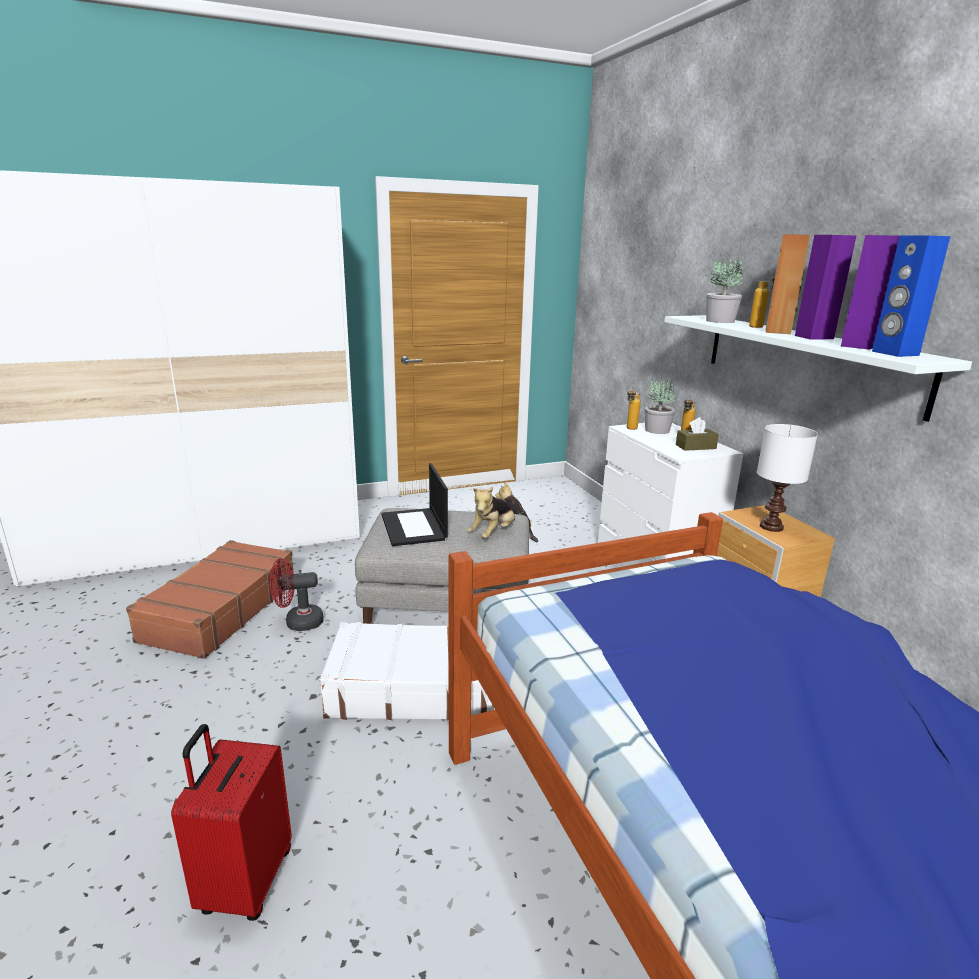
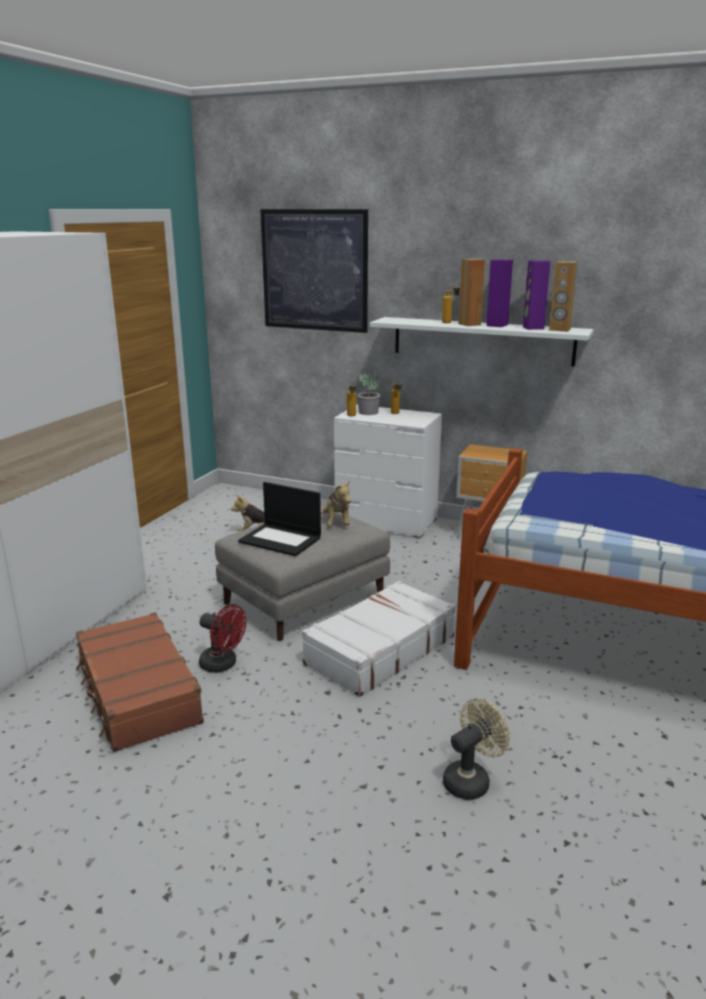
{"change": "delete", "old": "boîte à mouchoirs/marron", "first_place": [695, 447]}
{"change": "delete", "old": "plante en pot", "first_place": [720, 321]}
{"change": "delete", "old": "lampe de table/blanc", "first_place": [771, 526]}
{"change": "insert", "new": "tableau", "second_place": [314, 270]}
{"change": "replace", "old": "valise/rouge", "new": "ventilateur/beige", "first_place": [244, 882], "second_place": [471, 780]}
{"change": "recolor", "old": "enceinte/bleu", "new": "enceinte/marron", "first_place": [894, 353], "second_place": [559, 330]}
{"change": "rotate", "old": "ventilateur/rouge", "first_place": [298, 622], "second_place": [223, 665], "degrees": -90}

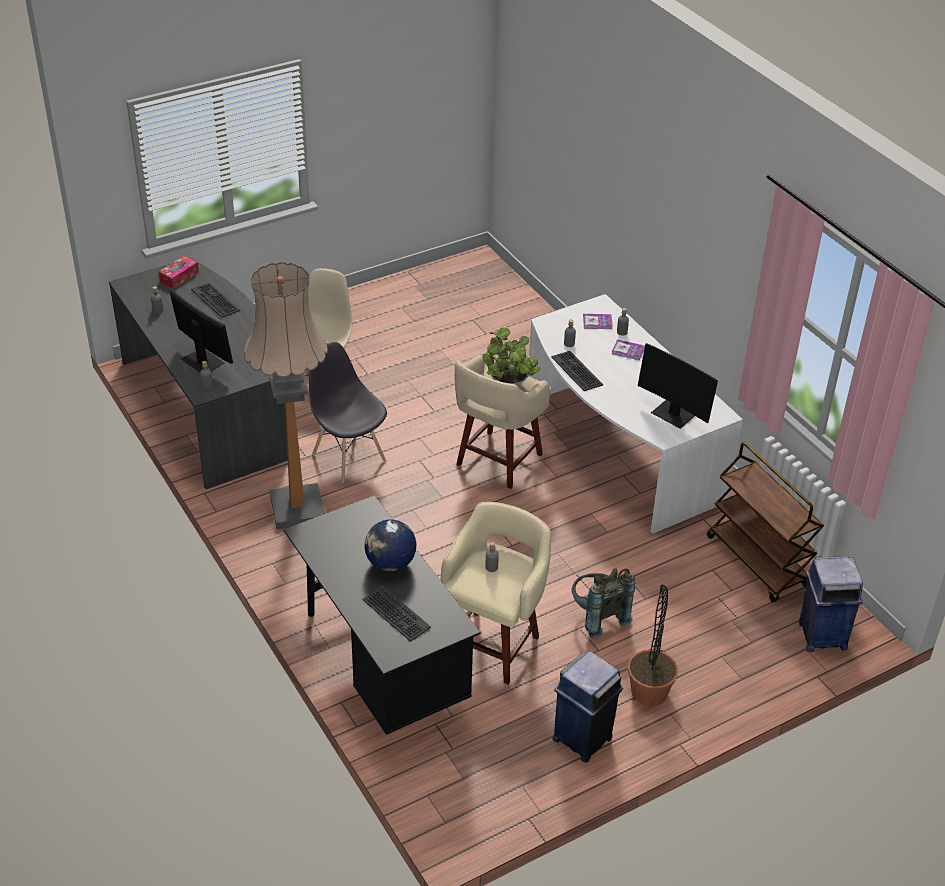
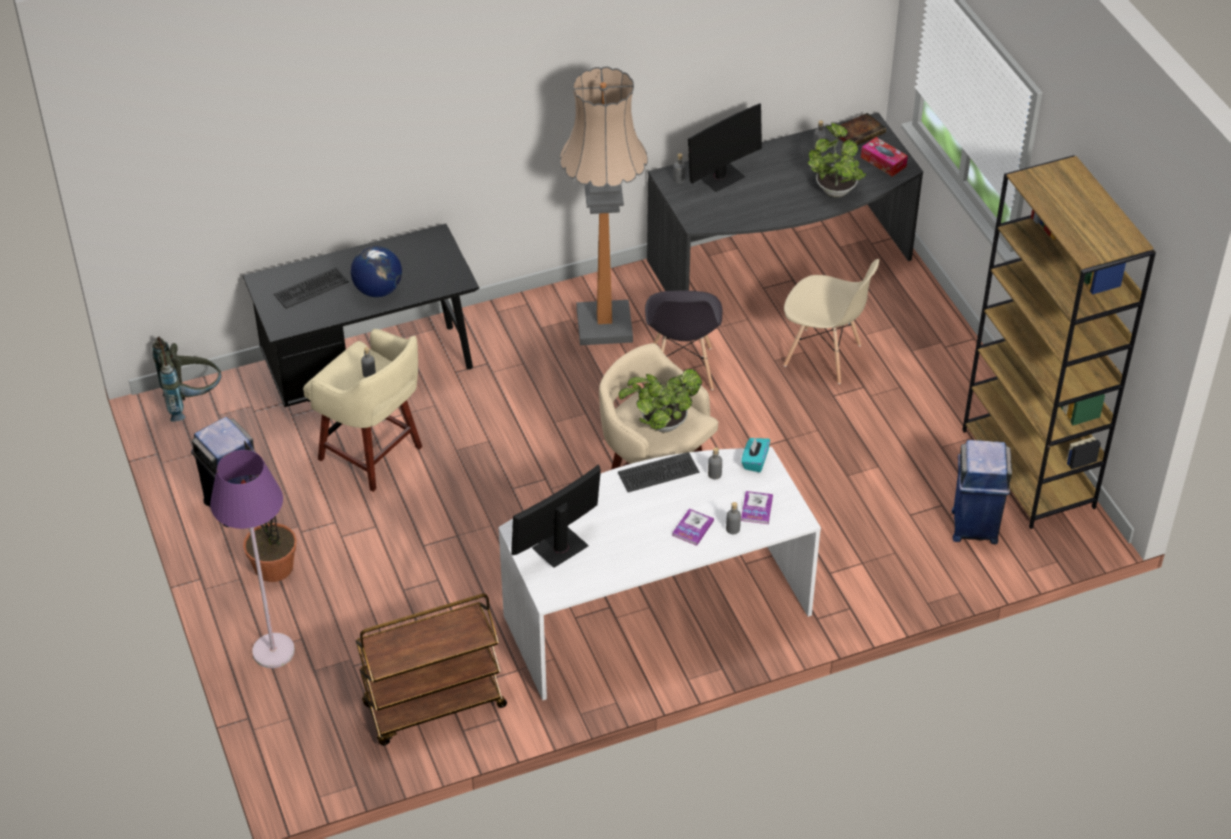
{"change": "insert", "new": "lampadaire/violet", "second_place": [273, 651]}
{"change": "insert", "new": "boîte à mouchoirs/turquoise", "second_place": [754, 461]}
{"change": "insert", "new": "livre", "second_place": [859, 132]}
{"change": "insert", "new": "bibliothèque/marron", "second_place": [1029, 469]}
{"change": "move", "old": "sac à dos/gris", "first_place": [597, 616], "second_place": [192, 401]}
{"change": "move", "old": "poubelle/bleu", "first_place": [821, 635], "second_place": [974, 525]}
{"change": "replace", "old": "clavier", "new": "plante en pot", "first_place": [216, 300], "second_place": [834, 188]}
{"change": "rotate", "old": "chaise/gris", "first_place": [348, 457], "second_place": [681, 369], "degrees": 120}

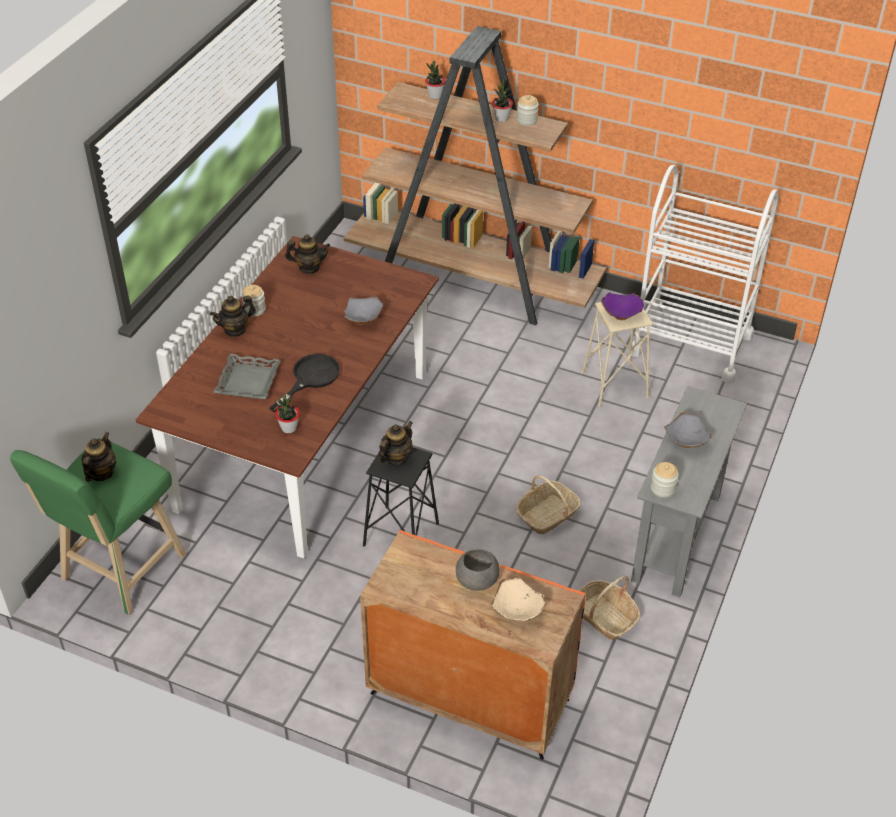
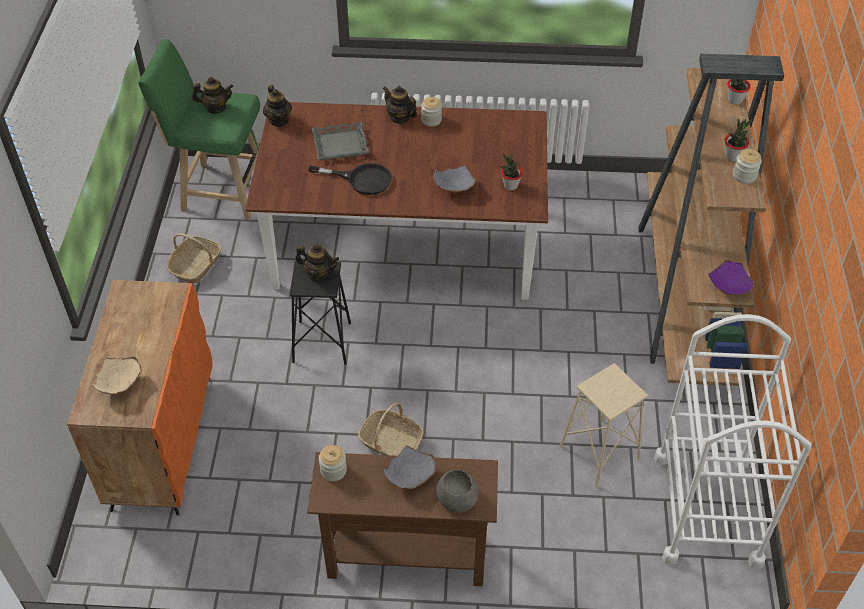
{"change": "move", "old": "plante en pot", "first_place": [289, 428], "second_place": [510, 186]}
{"change": "move", "old": "théière", "first_place": [309, 268], "second_place": [279, 120]}
{"change": "move", "old": "bol/gris", "first_place": [478, 579], "second_place": [457, 499]}
{"change": "move", "old": "panier", "first_place": [604, 616], "second_place": [196, 266]}
{"change": "move", "old": "bol/violet", "first_place": [621, 314], "second_place": [729, 288]}
{"change": "recolor", "old": "table console/gris", "new": "table console/marron", "first_place": [676, 537], "second_place": [406, 558]}

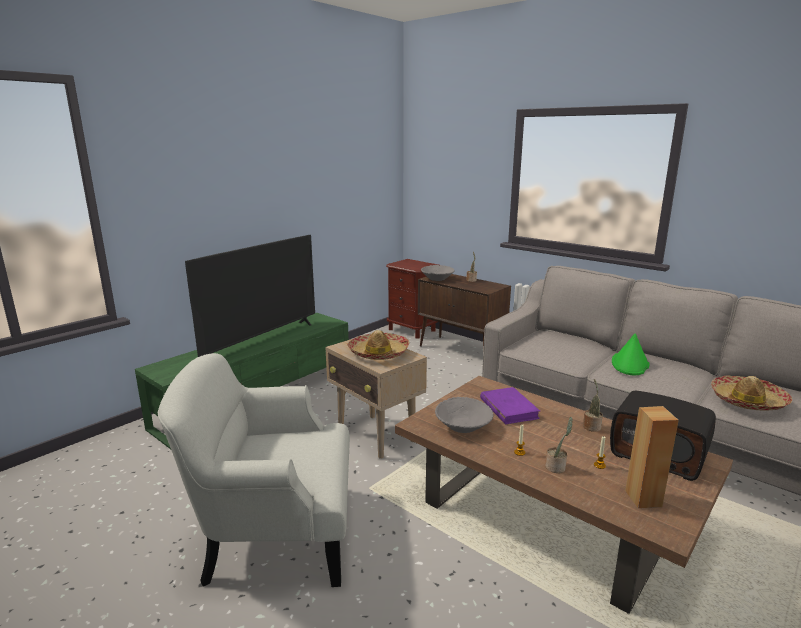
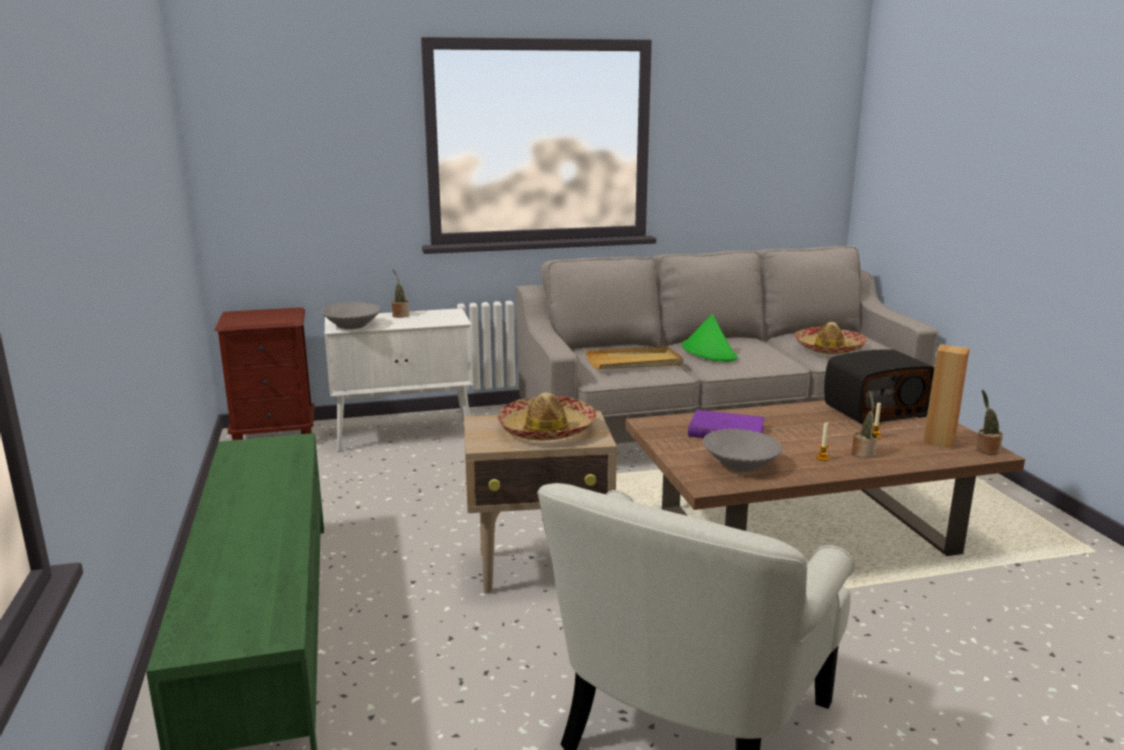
{"change": "delete", "old": "téléviseur", "first_place": [262, 340]}
{"change": "insert", "new": "plateau/beige", "second_place": [634, 362]}
{"change": "move", "old": "plante en pot", "first_place": [591, 426], "second_place": [986, 450]}
{"change": "recolor", "old": "meuble de rangement/marron", "new": "meuble de rangement/blanc", "first_place": [461, 351], "second_place": [405, 434]}

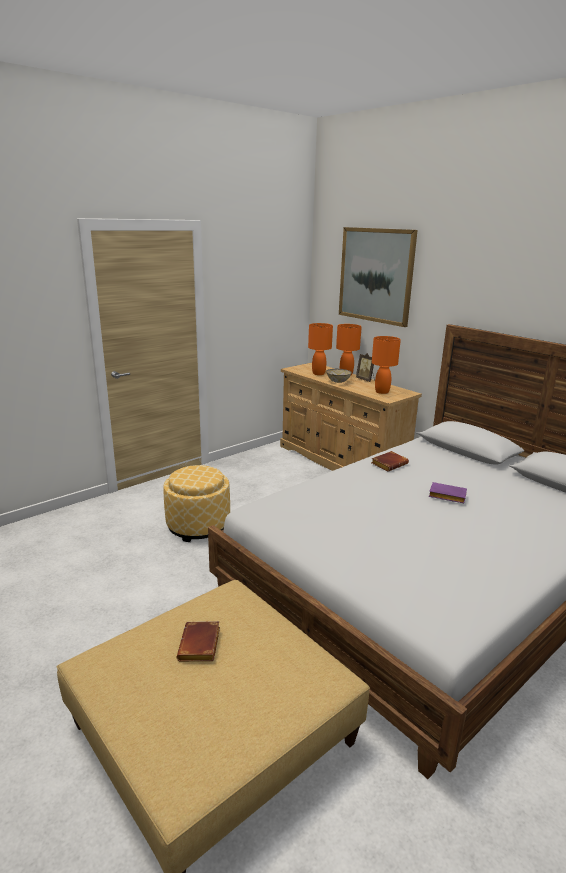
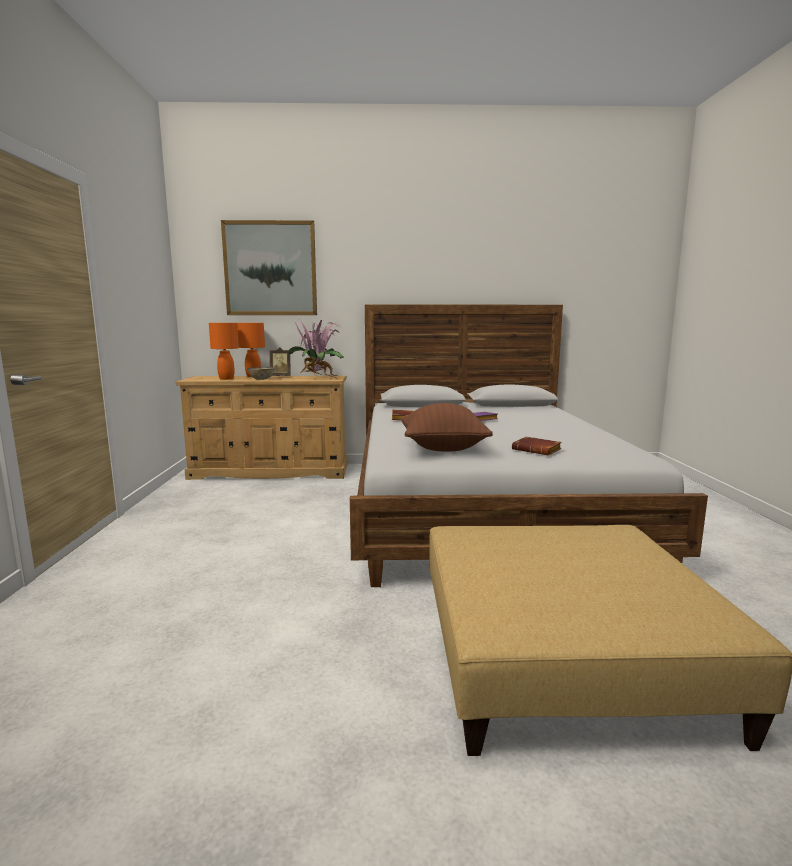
{"change": "delete", "old": "pouf", "first_place": [198, 526]}
{"change": "insert", "new": "coussin/marron", "second_place": [443, 448]}
{"change": "move", "old": "livre/marron", "first_place": [200, 646], "second_place": [538, 450]}
{"change": "replace", "old": "lampe de table/orange", "new": "plante en pot", "first_place": [382, 392], "second_place": [316, 378]}

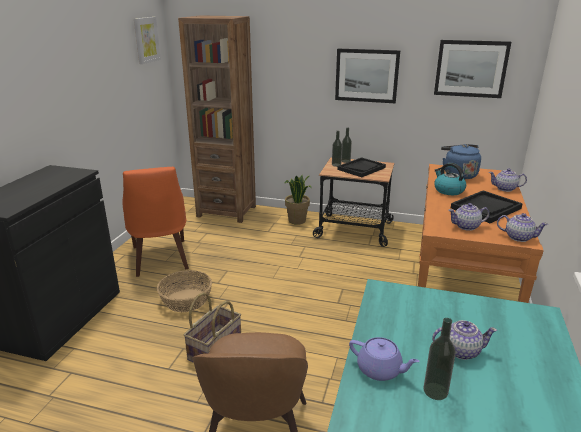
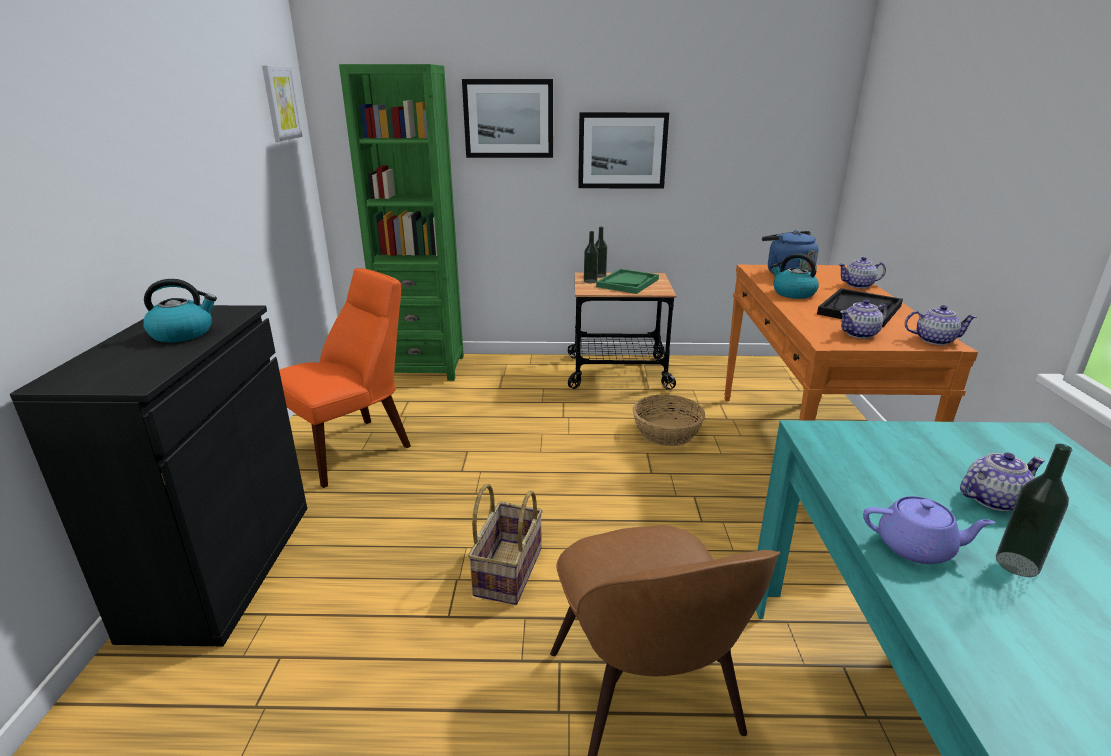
{"change": "delete", "old": "plante en pot", "first_place": [297, 221]}
{"change": "insert", "new": "bouilloire", "second_place": [183, 333]}
{"change": "move", "old": "panier", "first_place": [186, 300], "second_place": [666, 432]}
{"change": "move", "old": "tableau", "first_place": [470, 68], "second_place": [508, 119]}
{"change": "recolor", "old": "bibliothèque/marron", "new": "bibliothèque/vert", "first_place": [226, 211], "second_place": [423, 367]}
{"change": "recolor", "old": "plateau/noir", "new": "plateau/vert", "first_place": [361, 168], "second_place": [627, 283]}
{"change": "rotate", "old": "chaise/orange", "first_place": [160, 259], "second_place": [353, 449], "degrees": -105}

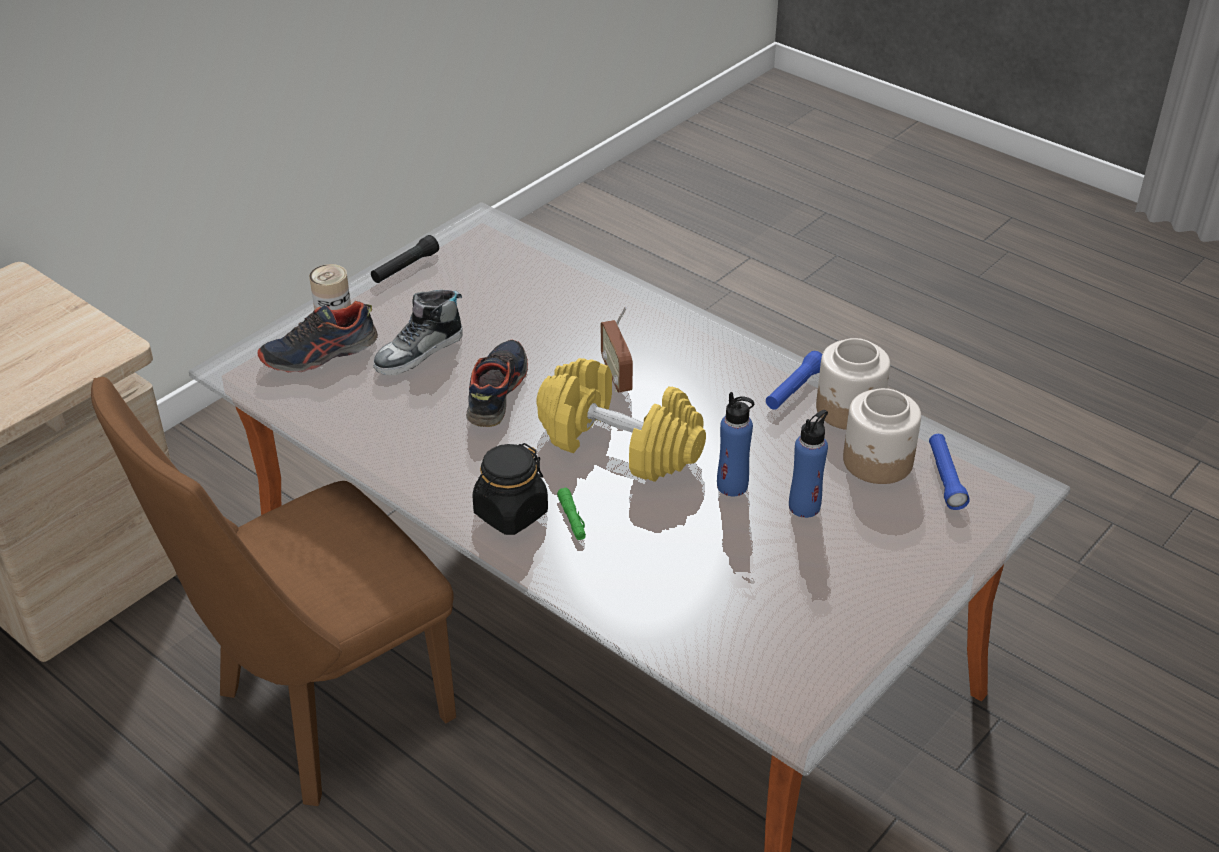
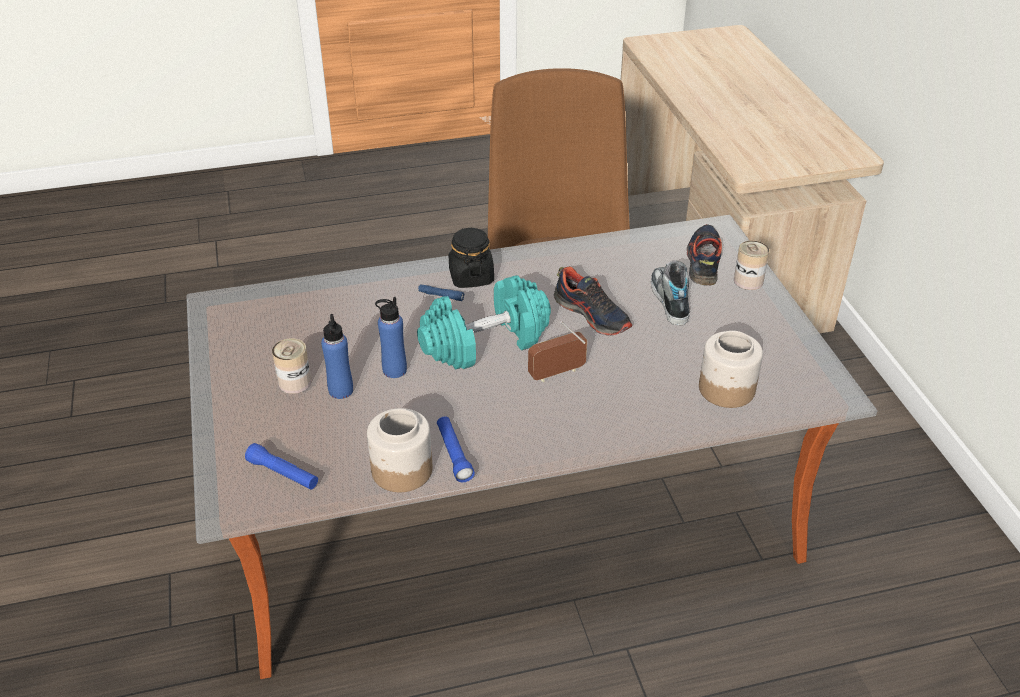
{"change": "delete", "old": "lampe de poche/noir", "first_place": [405, 268]}
{"change": "insert", "new": "boîte métallique", "second_place": [294, 382]}
{"change": "move", "old": "bocal", "first_place": [878, 462], "second_place": [725, 389]}
{"change": "recolor", "old": "haltère/jaune", "new": "haltère/turquoise", "first_place": [620, 444], "second_place": [485, 343]}
{"change": "recolor", "old": "lampe de poche/vert", "new": "lampe de poche/bleu", "first_place": [572, 519], "second_place": [441, 296]}
{"change": "rotate", "old": "radio", "first_place": [617, 377], "second_place": [557, 373], "degrees": -45}

